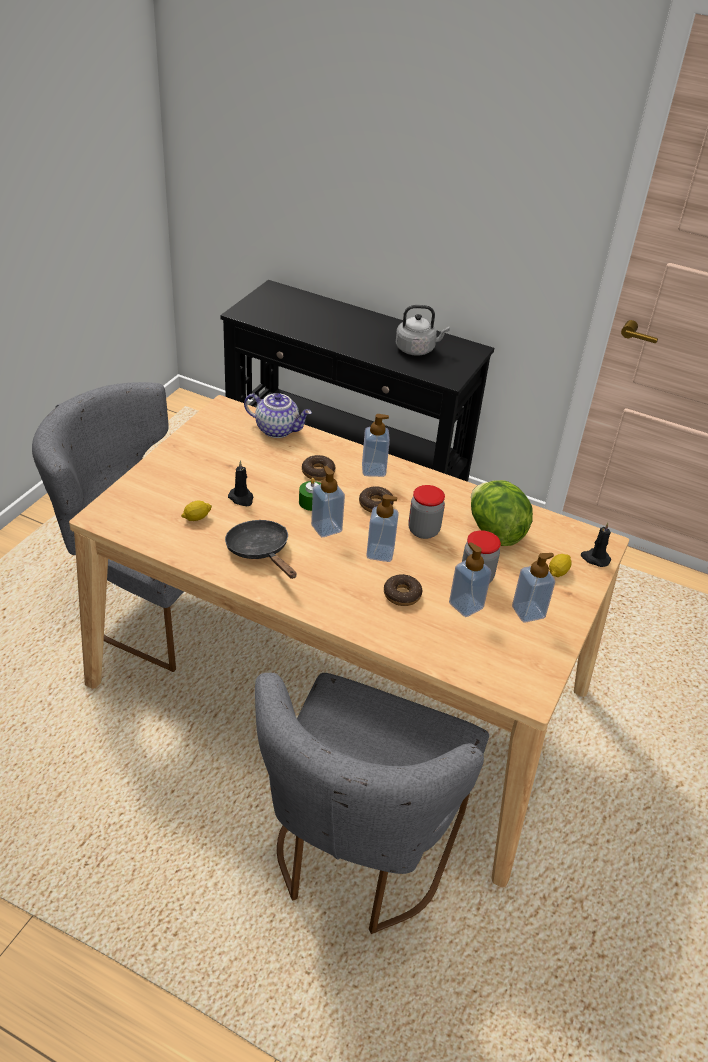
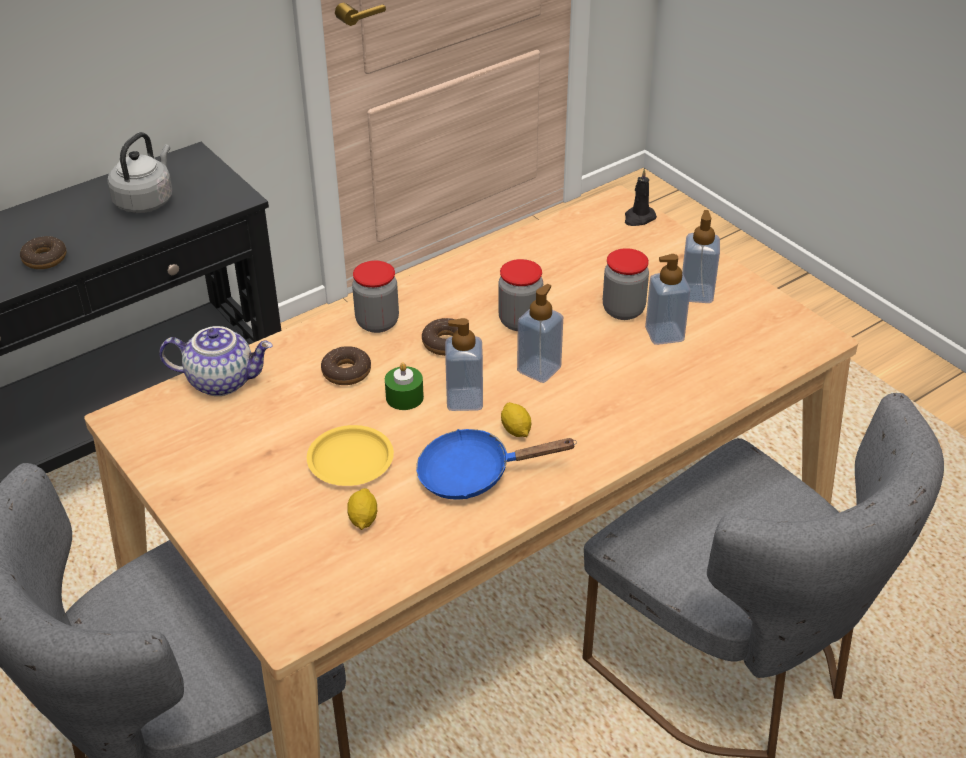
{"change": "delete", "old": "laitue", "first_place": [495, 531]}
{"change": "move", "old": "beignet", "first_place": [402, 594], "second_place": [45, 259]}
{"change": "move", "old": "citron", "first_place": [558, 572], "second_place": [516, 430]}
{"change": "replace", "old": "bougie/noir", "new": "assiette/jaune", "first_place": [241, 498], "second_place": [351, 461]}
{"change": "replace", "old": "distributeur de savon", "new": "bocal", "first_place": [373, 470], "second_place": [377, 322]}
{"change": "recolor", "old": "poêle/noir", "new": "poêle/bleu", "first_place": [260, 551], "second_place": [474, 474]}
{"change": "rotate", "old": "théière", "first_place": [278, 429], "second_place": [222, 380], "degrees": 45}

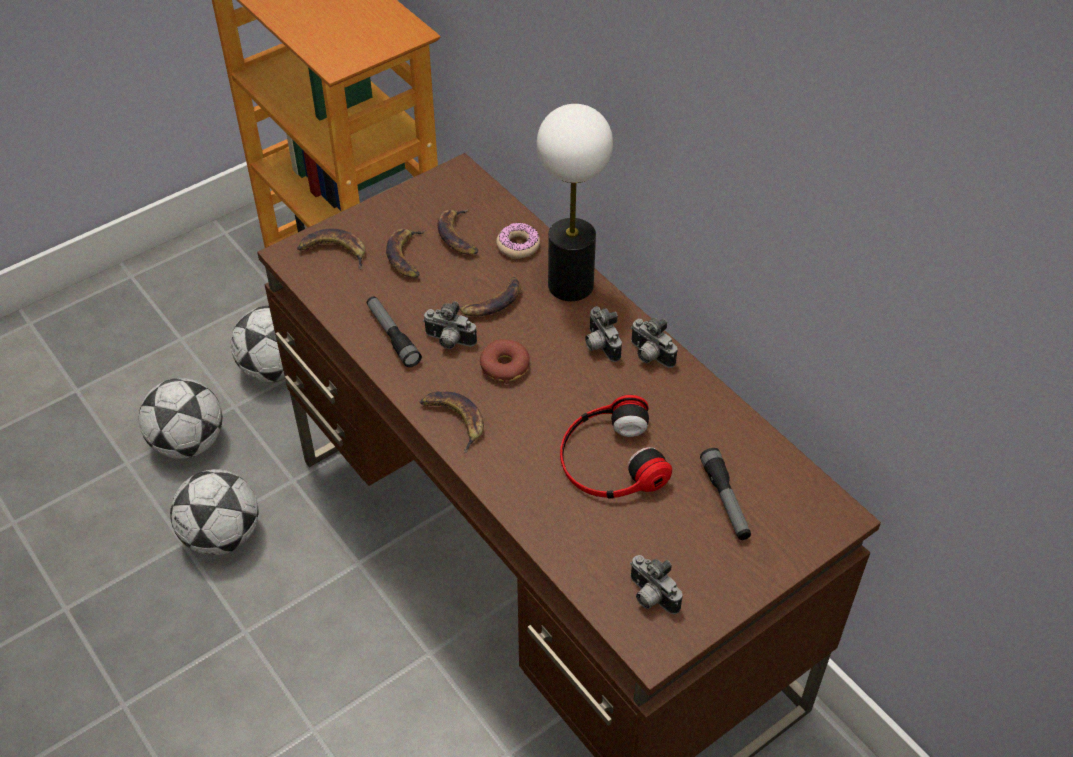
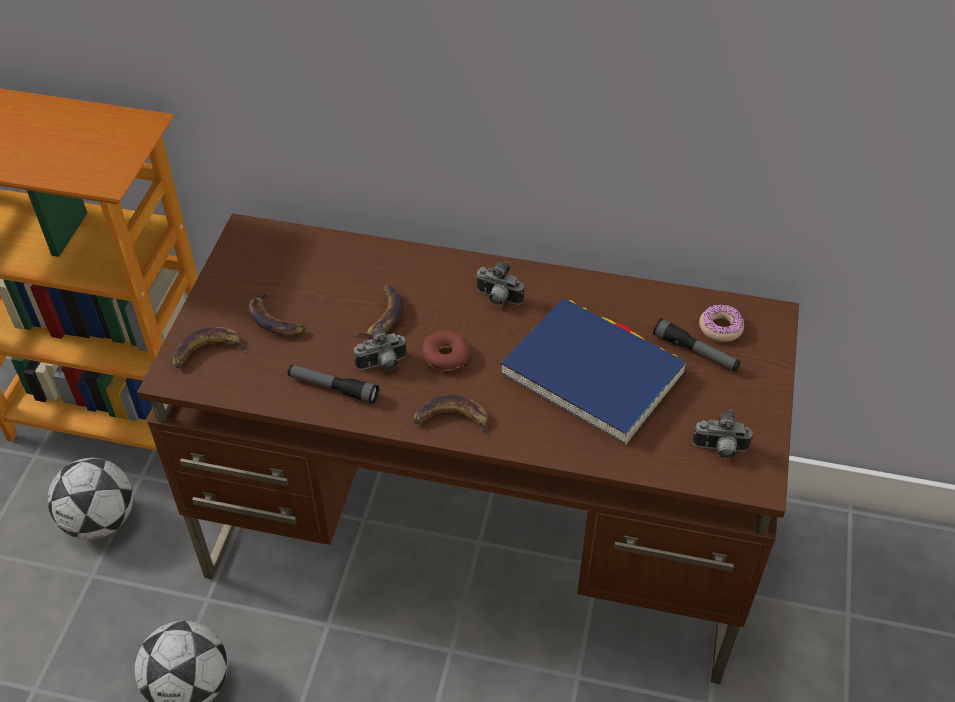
{"change": "delete", "old": "ballon de foot", "first_place": [189, 443]}
{"change": "delete", "old": "banane", "first_place": [458, 236]}
{"change": "delete", "old": "lampe de table", "first_place": [570, 285]}
{"change": "delete", "old": "appareil photo", "first_place": [649, 356]}
{"change": "move", "old": "beignet", "first_place": [518, 245], "second_place": [720, 328]}
{"change": "replace", "old": "casque audio", "new": "livre/bleu", "first_place": [610, 459], "second_place": [592, 374]}

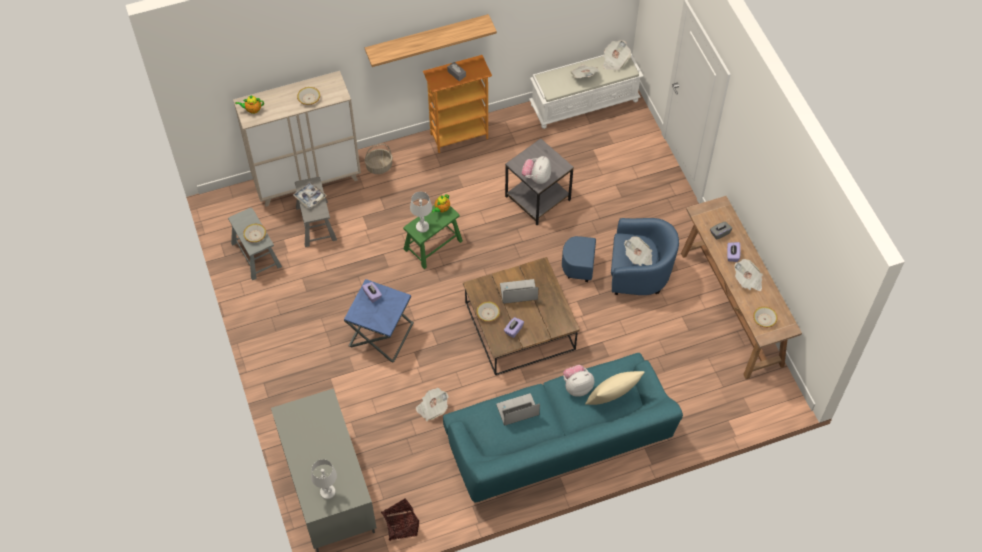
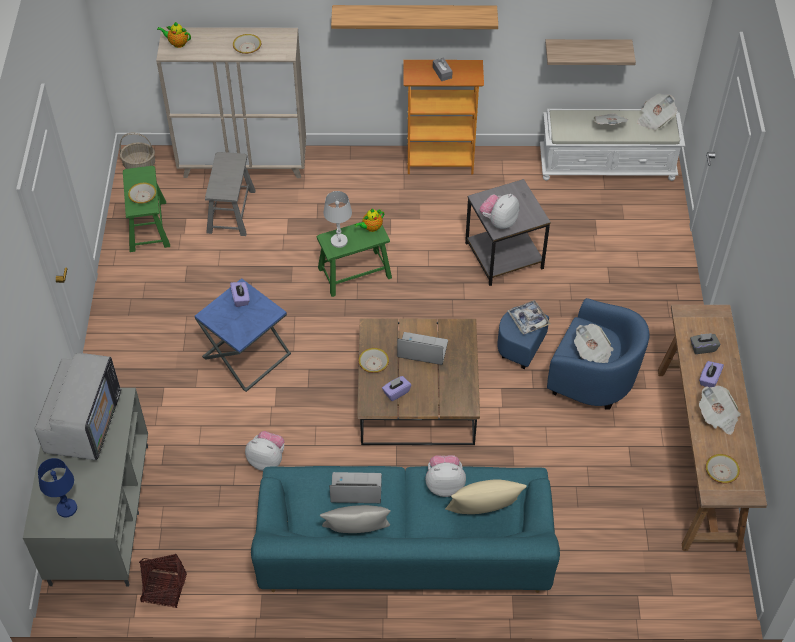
{"change": "insert", "new": "téléviseur", "second_place": [84, 424]}
{"change": "insert", "new": "coussin/gris", "second_place": [356, 534]}
{"change": "insert", "new": "étagère", "second_place": [587, 50]}
{"change": "move", "old": "plateau", "first_place": [310, 197], "second_place": [528, 320]}
{"change": "move", "old": "panier", "first_place": [379, 166], "second_place": [140, 164]}
{"change": "replace", "old": "journal", "new": "peluche", "first_place": [432, 408], "second_place": [267, 459]}
{"change": "recolor", "old": "tabouret/gris", "new": "tabouret/vert", "first_place": [256, 255], "second_place": [148, 226]}
{"change": "recolor", "old": "lampe de table/blanc", "new": "lampe de table/bleu", "first_place": [328, 492], "second_place": [67, 508]}

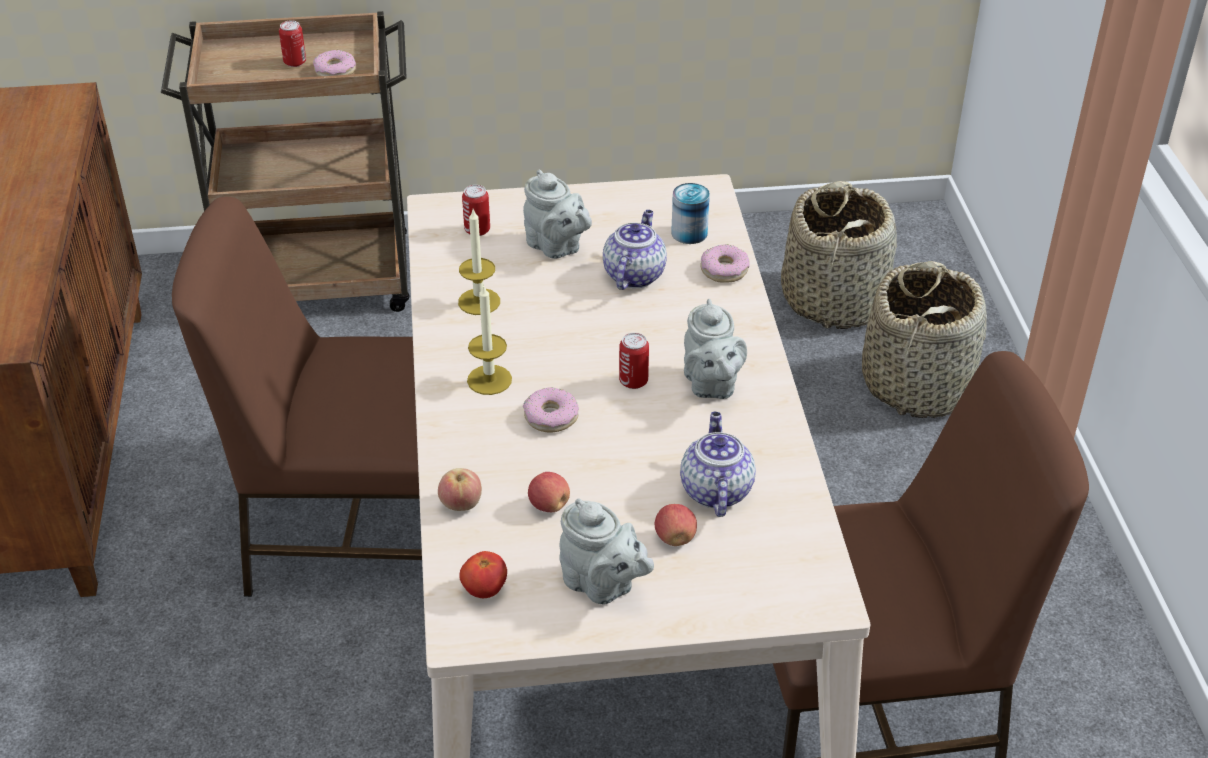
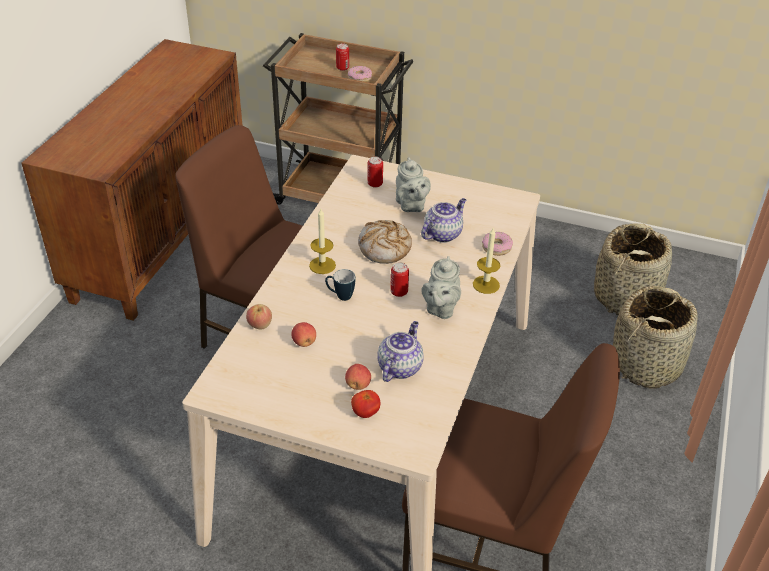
{"change": "delete", "old": "théière/gris", "first_place": [602, 585]}
{"change": "delete", "old": "boîte métallique", "first_place": [689, 233]}
{"change": "insert", "new": "pain", "second_place": [384, 248]}
{"change": "move", "old": "bougie", "first_place": [479, 301], "second_place": [486, 284]}
{"change": "move", "old": "tomate", "first_place": [484, 590], "second_place": [365, 412]}
{"change": "replace", "old": "beignet", "new": "mug", "first_place": [551, 417], "second_place": [340, 296]}

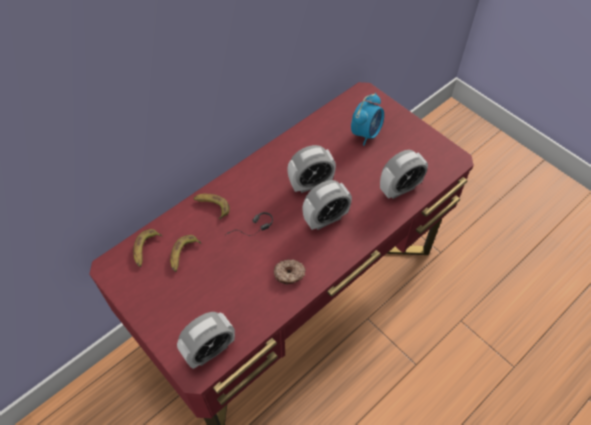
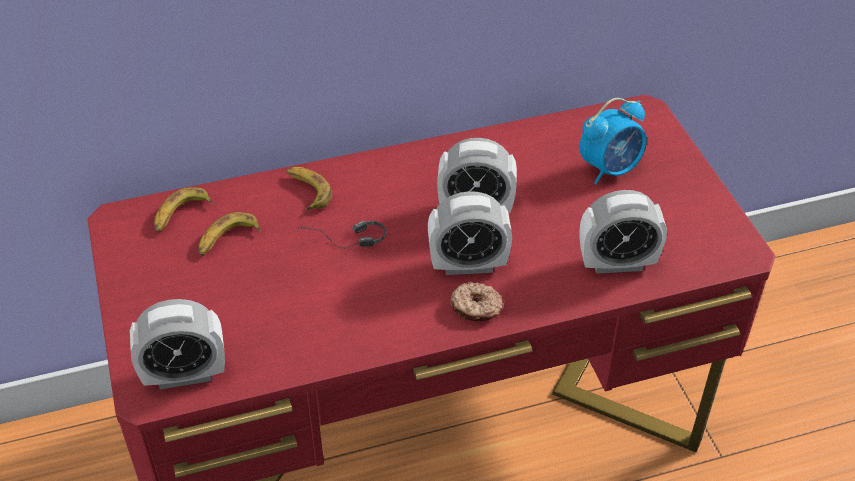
{"change": "move", "old": "beignet", "first_place": [289, 274], "second_place": [476, 308]}

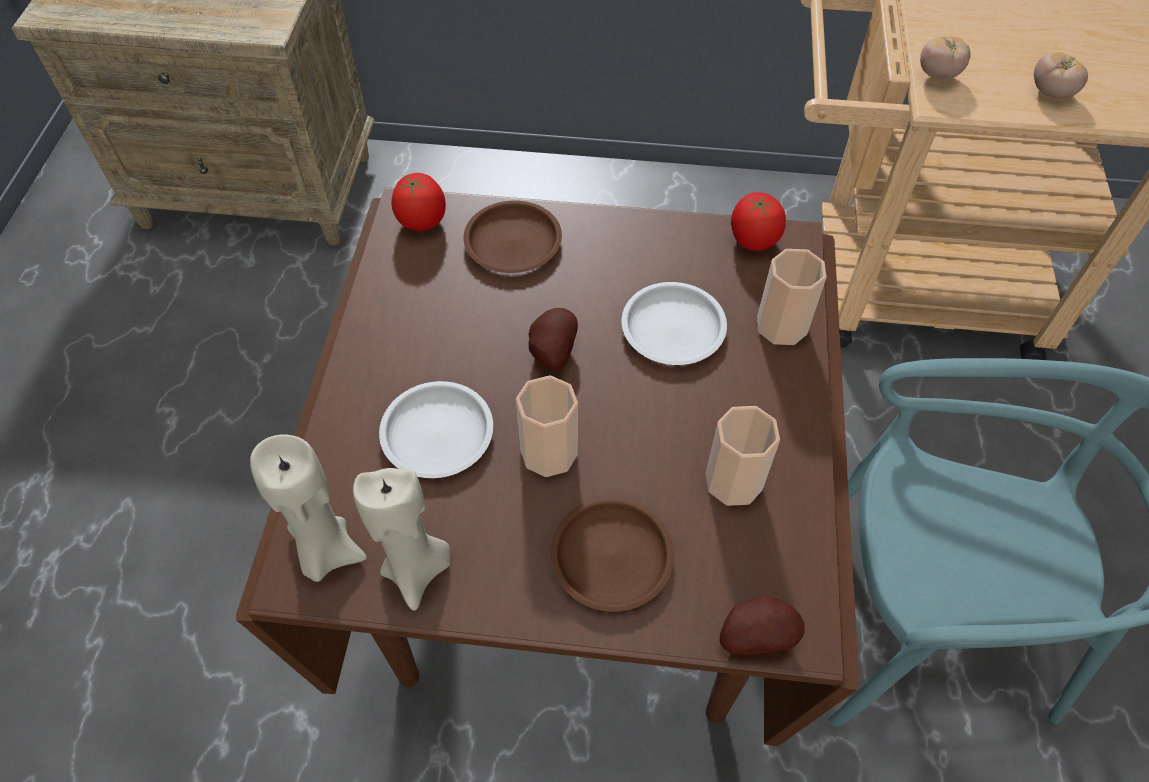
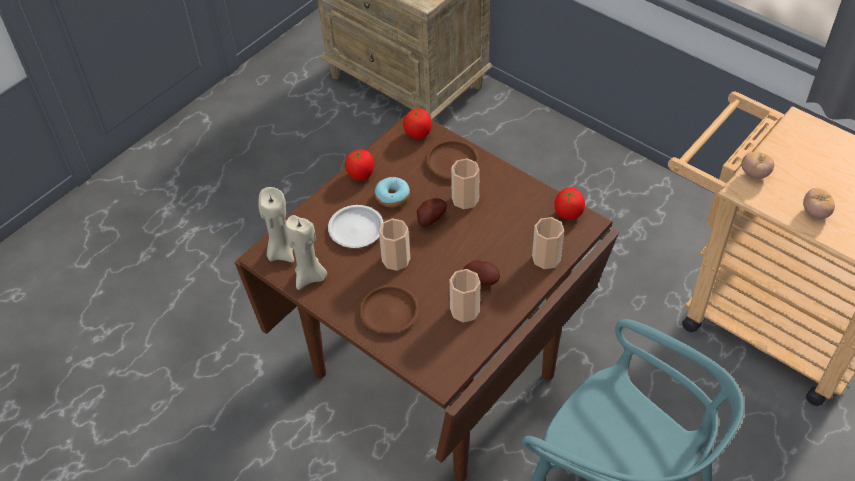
{"change": "delete", "old": "assiette/blanc", "first_place": [673, 328]}
{"change": "insert", "new": "tomate", "second_place": [361, 174]}
{"change": "insert", "new": "beignet", "second_place": [392, 196]}
{"change": "insert", "new": "tasse", "second_place": [465, 199]}
{"change": "move", "old": "pomme de terre", "first_place": [755, 634], "second_place": [482, 279]}

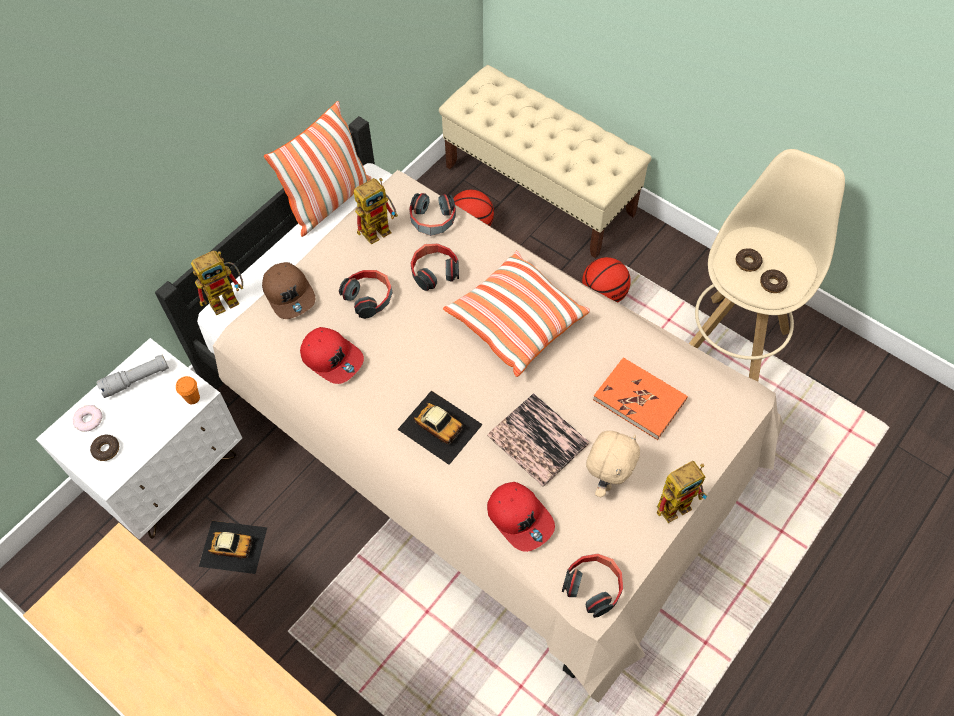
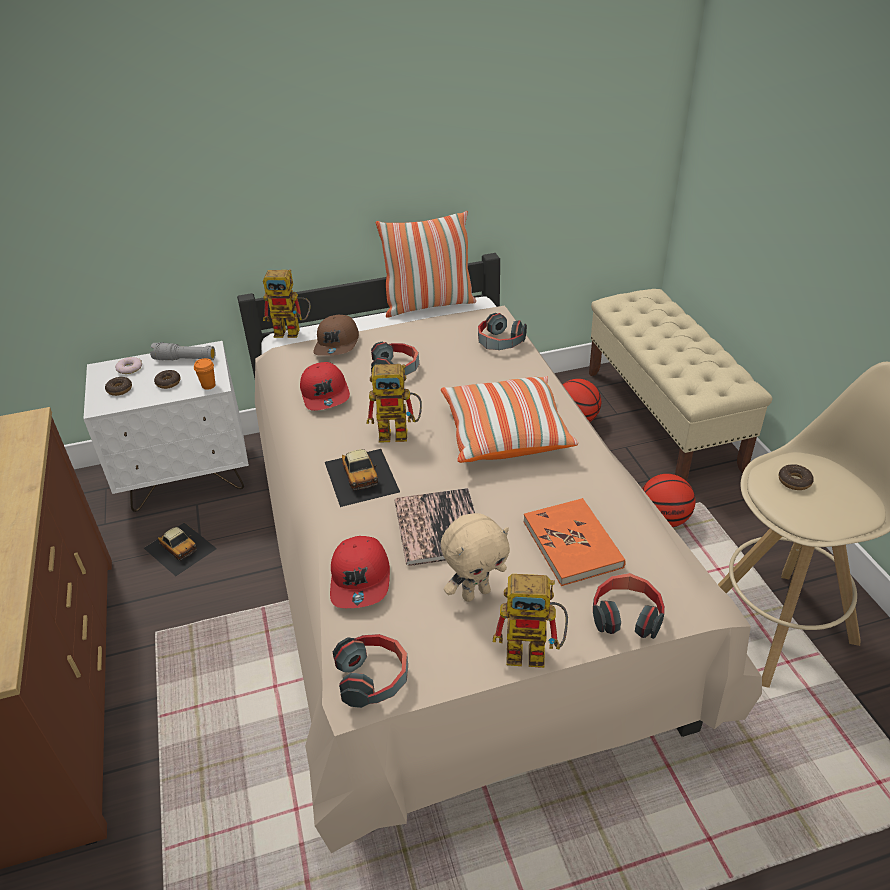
{"change": "move", "old": "robot jouet", "first_place": [380, 228], "second_place": [400, 433]}
{"change": "move", "old": "casque audio", "first_place": [434, 271], "second_place": [626, 615]}
{"change": "move", "old": "beignet", "first_place": [772, 284], "second_place": [168, 382]}

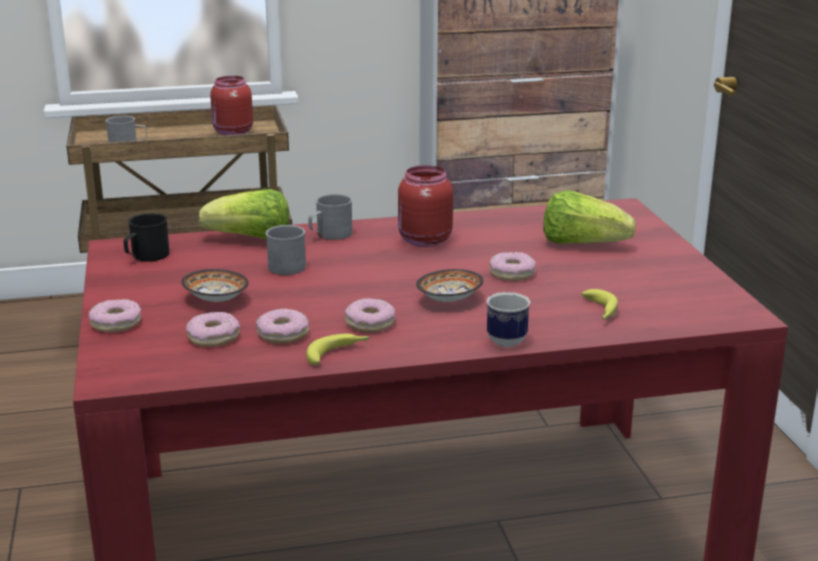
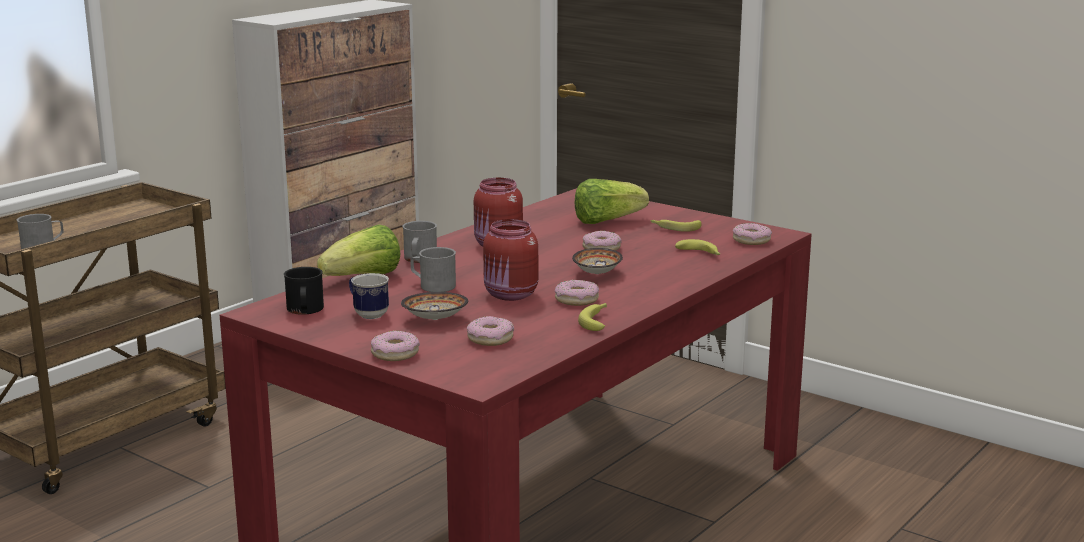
{"change": "insert", "new": "banane", "second_place": [675, 228]}
{"change": "move", "old": "bocal/rouge", "first_place": [232, 133], "second_place": [510, 295]}
{"change": "move", "old": "beignet", "first_place": [283, 334], "second_place": [751, 240]}
{"change": "move", "old": "mug", "first_place": [505, 338], "second_place": [367, 314]}

